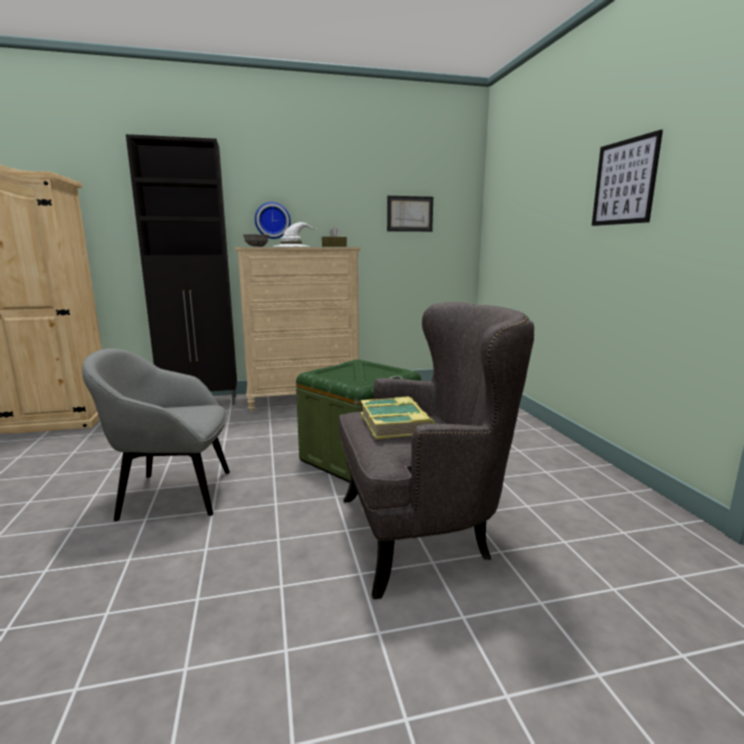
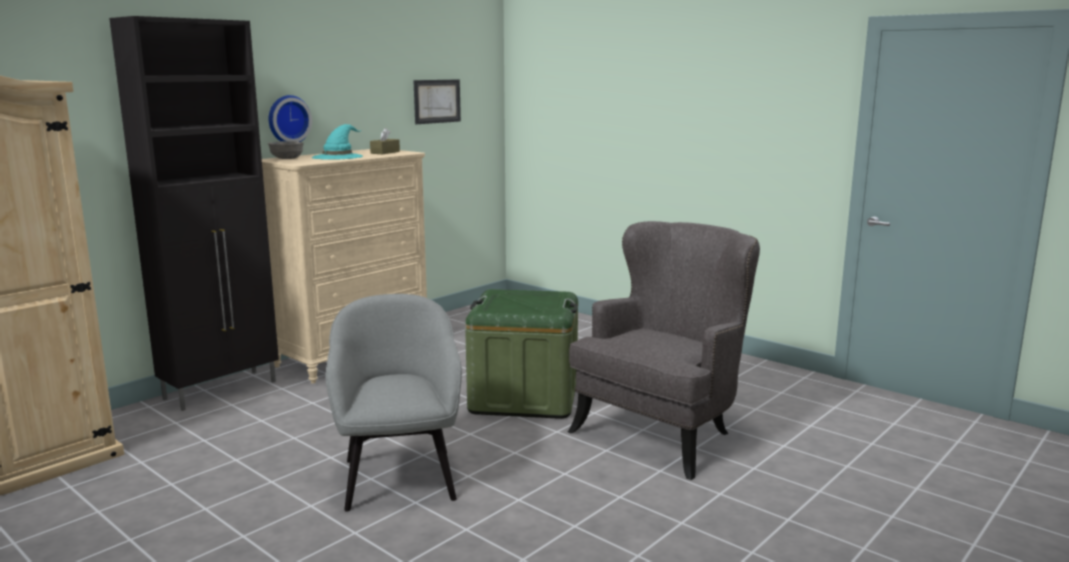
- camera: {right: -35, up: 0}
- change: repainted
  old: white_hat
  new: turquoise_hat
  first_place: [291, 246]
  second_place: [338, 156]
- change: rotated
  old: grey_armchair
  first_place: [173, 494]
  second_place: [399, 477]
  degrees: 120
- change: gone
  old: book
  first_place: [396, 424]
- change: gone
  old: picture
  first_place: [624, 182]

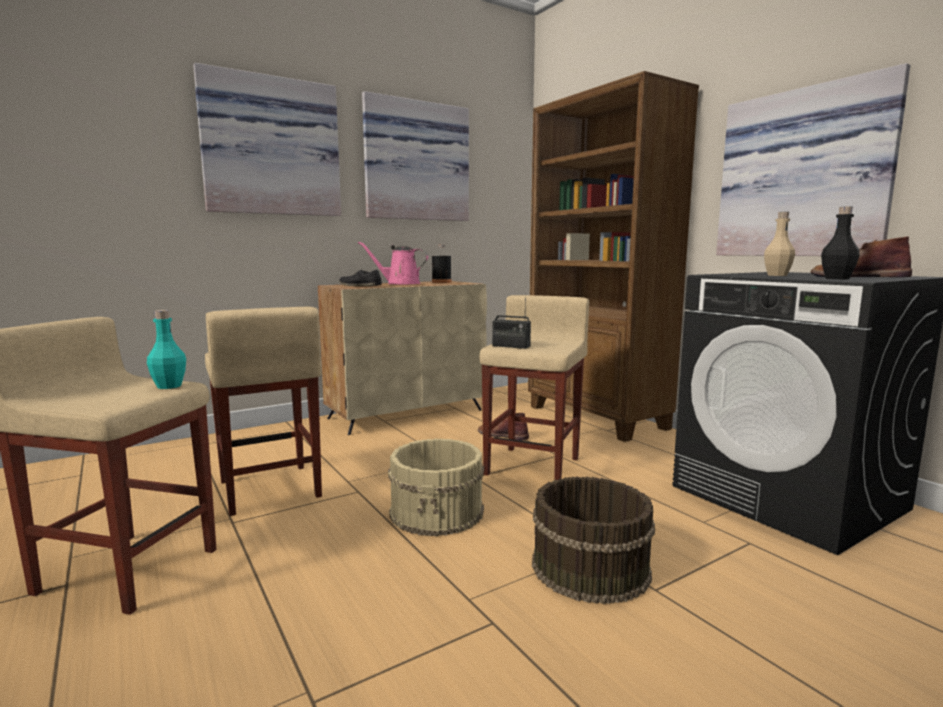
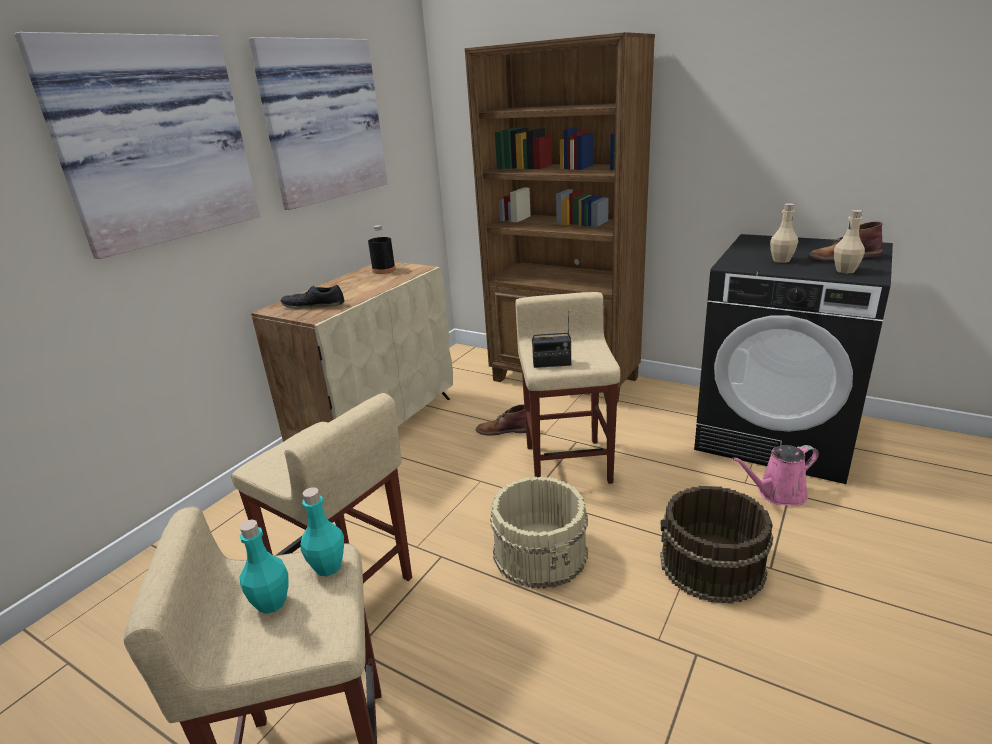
- camera: {right: -25, up: 15}
- change: new
  new: turquoise_bottle
  second_place: [271, 603]
- change: shifted
  old: pink_watering_can
  first_place: [400, 284]
  second_place: [777, 494]
- change: repainted
  old: black_bottle
  new: beige_bottle
  first_place: [837, 278]
  second_place: [845, 271]
- change: gone
  old: picture
  first_place: [804, 174]

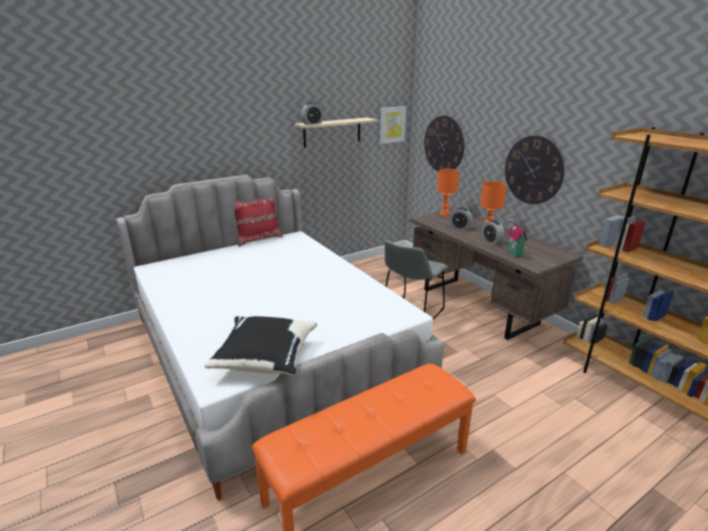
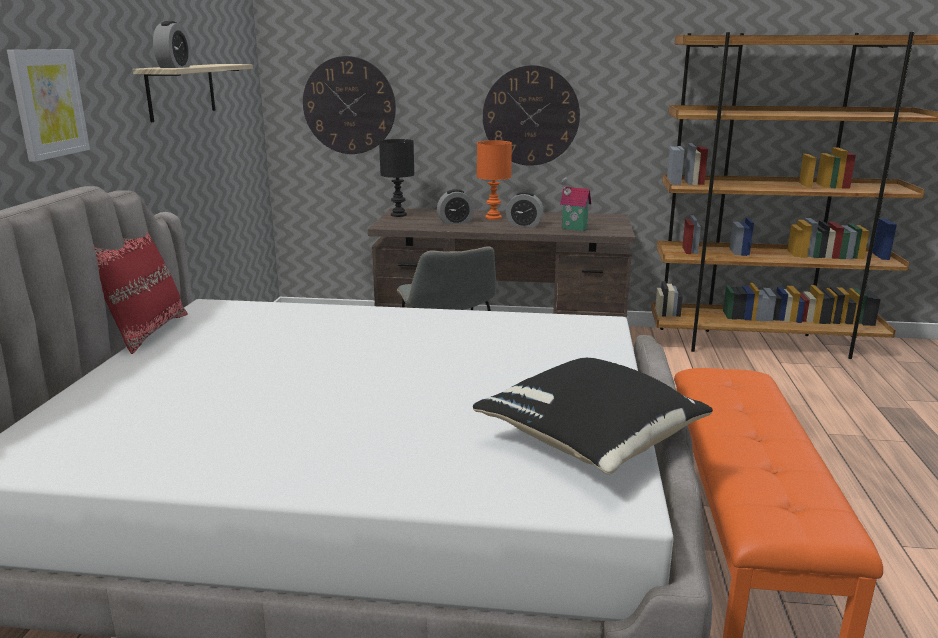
- camera: {right: -50, up: -5}
- change: shifted
  old: picture
  first_place: [392, 124]
  second_place: [48, 103]
- change: repainted
  old: orange_table_lamp
  new: black_table_lamp
  first_place: [444, 214]
  second_place: [399, 215]

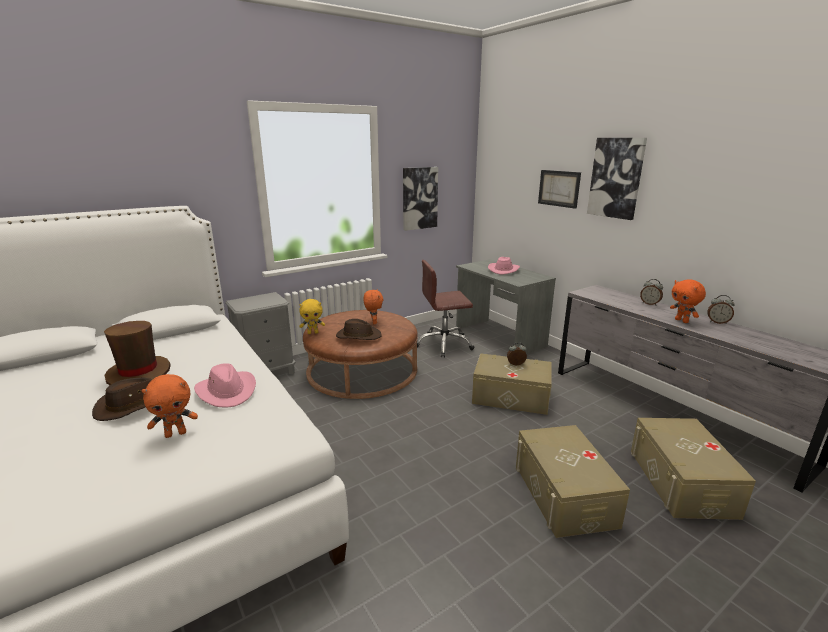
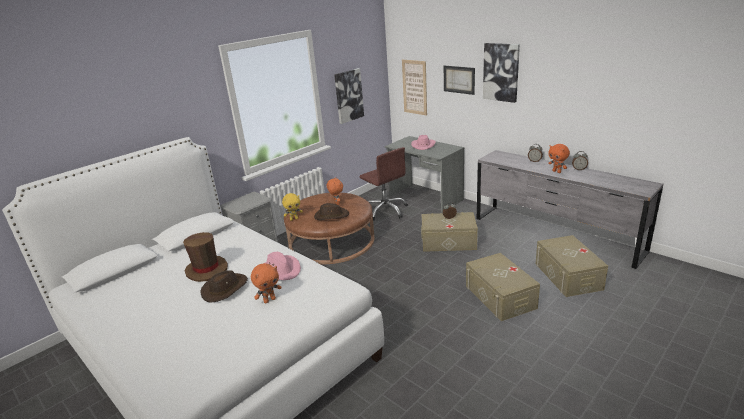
- camera: {right: -10, up: 5}
- change: rotated
  old: brown_office_chair
  first_place: [444, 344]
  second_place: [385, 210]
  degrees: -105
- change: new
  new: picture
  second_place: [414, 87]

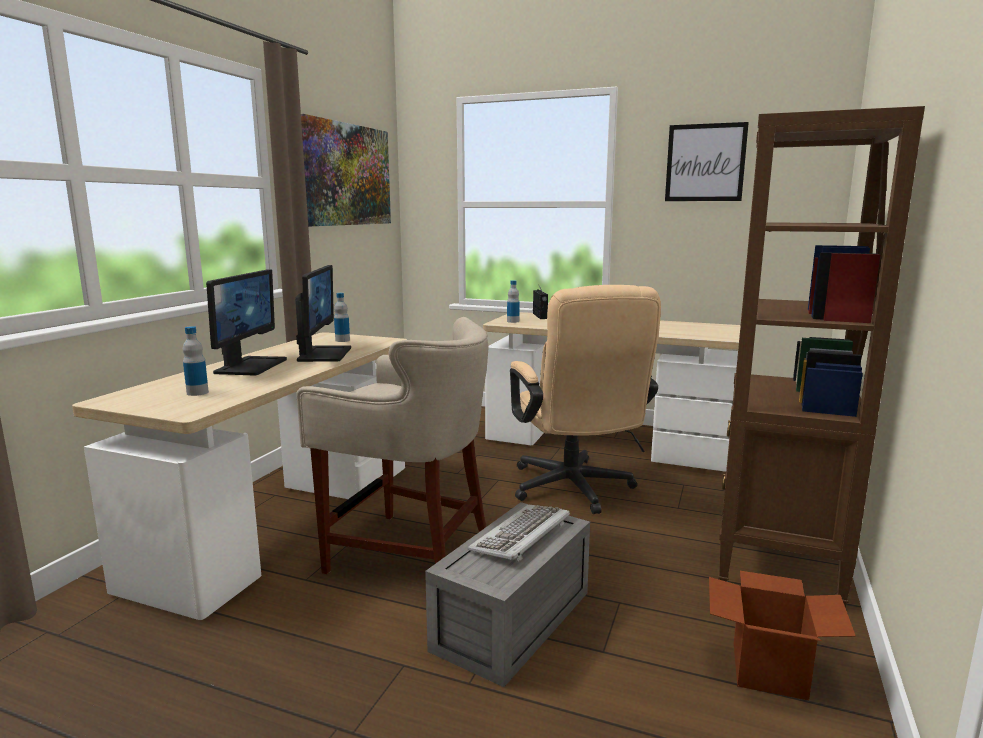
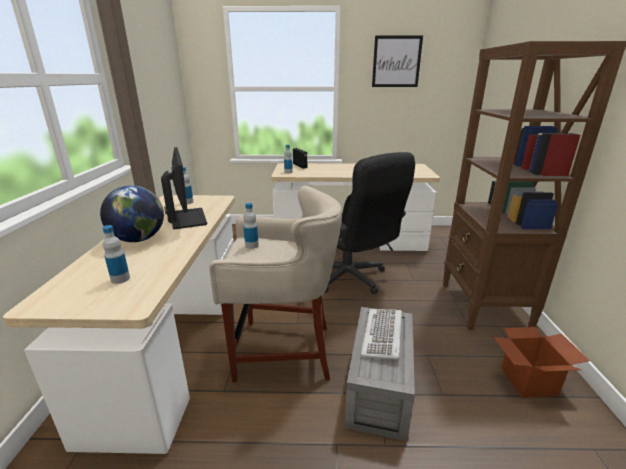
- camera: {right: -20, up: 10}
- change: swapped
  old: monitor
  new: globe
  first_place: [250, 366]
  second_place: [138, 239]
- change: new
  new: bottle
  second_place: [251, 245]
- change: repainted
  old: beige_office_chair
  new: black_office_chair
  first_place: [575, 491]
  second_place: [352, 279]
- change: gone
  old: picture
  first_place: [347, 175]

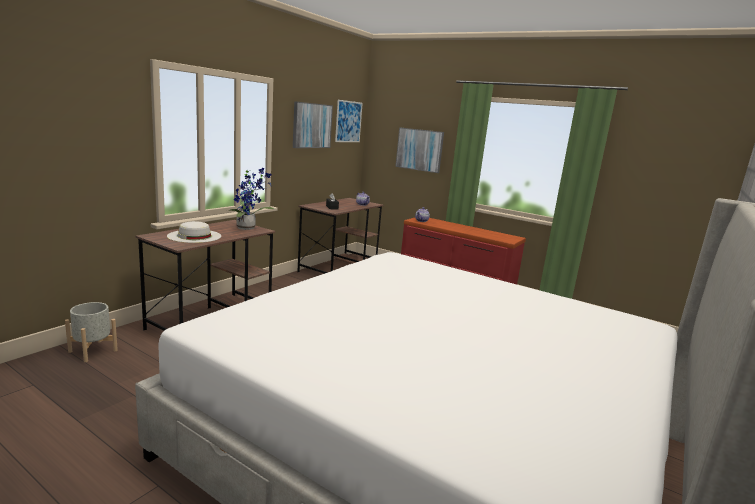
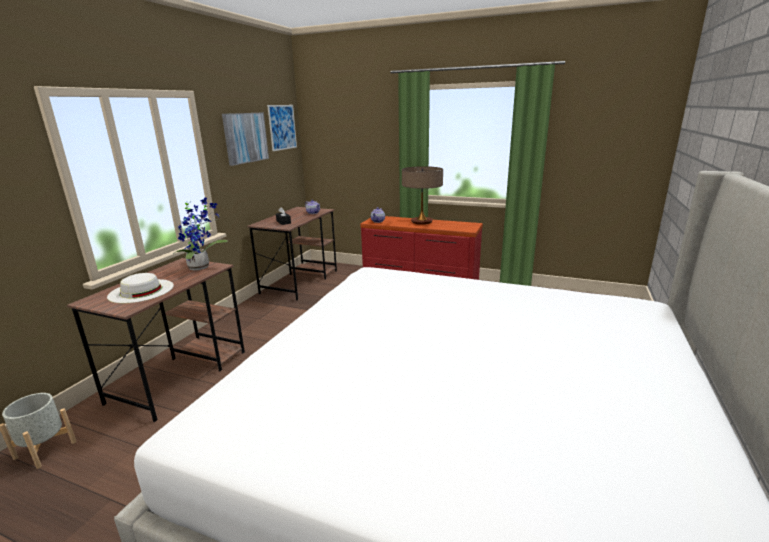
- camera: {right: -10, up: 5}
- change: new
  new: table_lamp
  second_place: [421, 222]
- change: gone
  old: picture
  first_place: [419, 150]

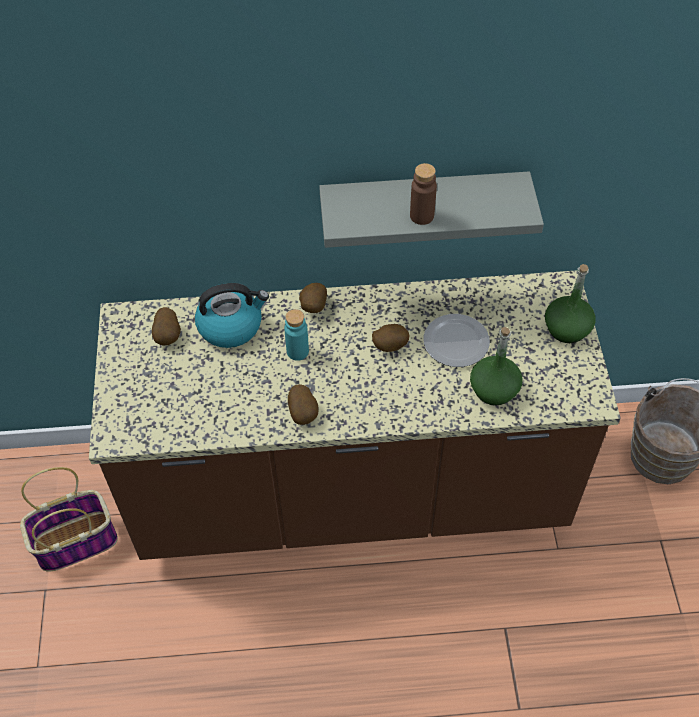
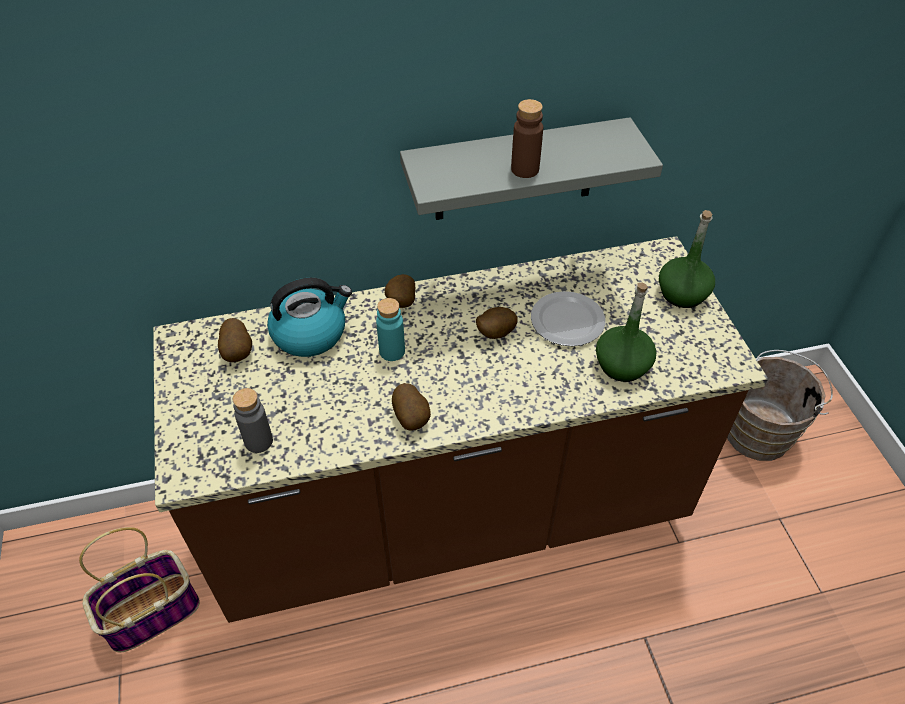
- camera: {right: -10, up: -5}
- change: new
  new: grey_bottle
  second_place: [258, 441]

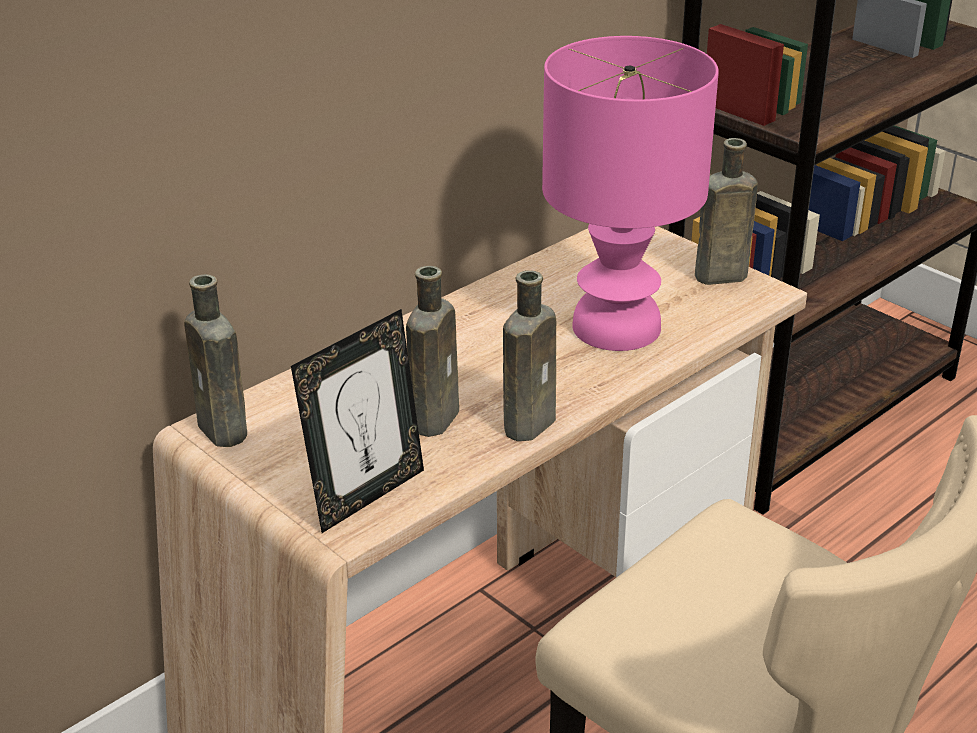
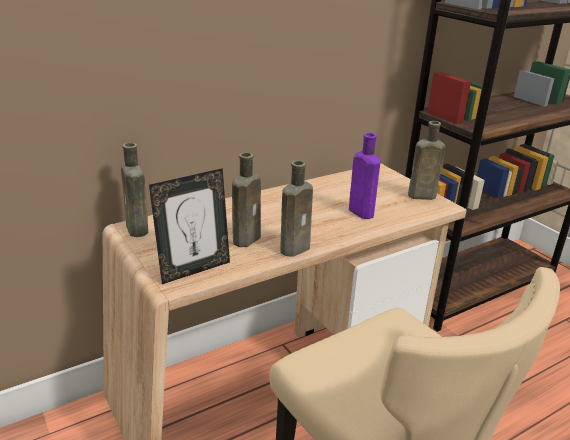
- camera: {right: 10, up: -5}
- change: swapped
  old: pink_table_lamp
  new: purple_bottle
  first_place: [619, 327]
  second_place: [359, 211]

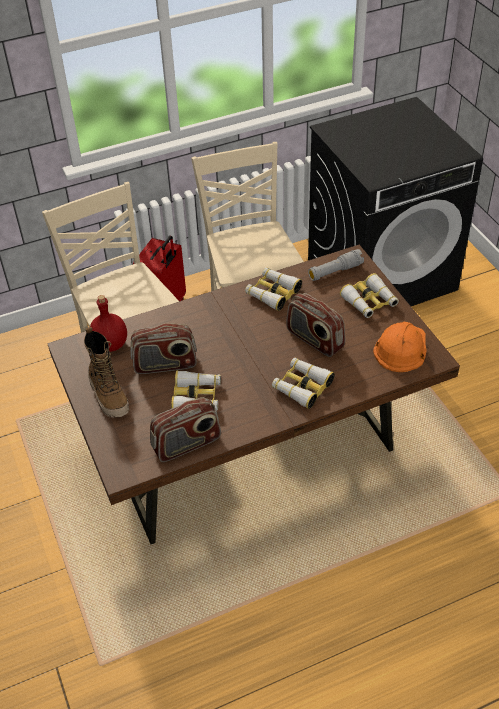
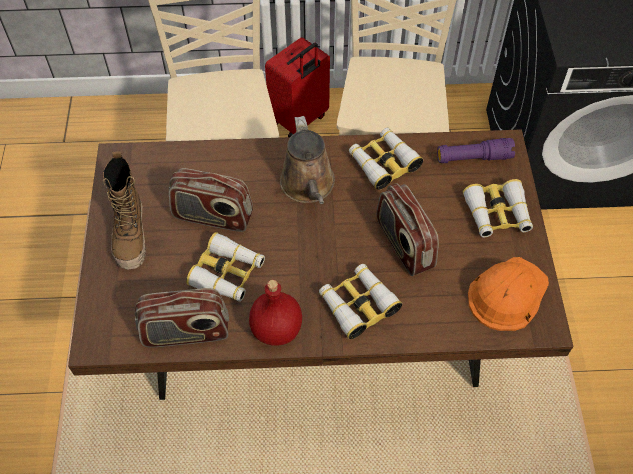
- camera: {right: 20, up: 10}
- change: shifted
  old: red_bottle
  first_place: [110, 344]
  second_place: [277, 329]
- change: new
  new: brown_watering_can
  second_place: [308, 186]
- change: repainted
  old: grey_flashlight
  new: purple_flashlight
  first_place: [335, 271]
  second_place: [473, 158]

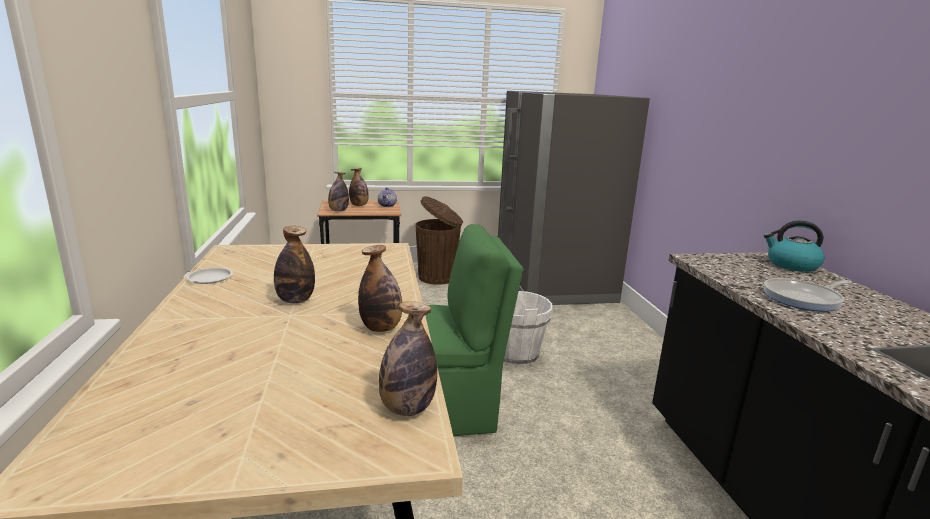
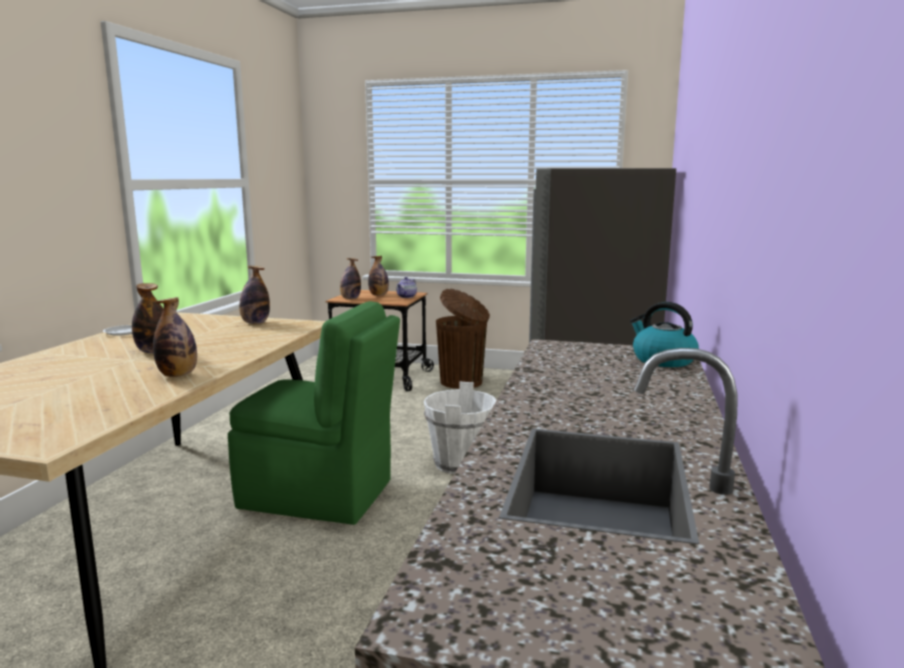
- camera: {right: 25, up: -5}
- change: shifted
  old: bottle
  first_place: [407, 408]
  second_place: [255, 323]
- change: gone
  old: frying_pan
  first_place: [804, 299]

